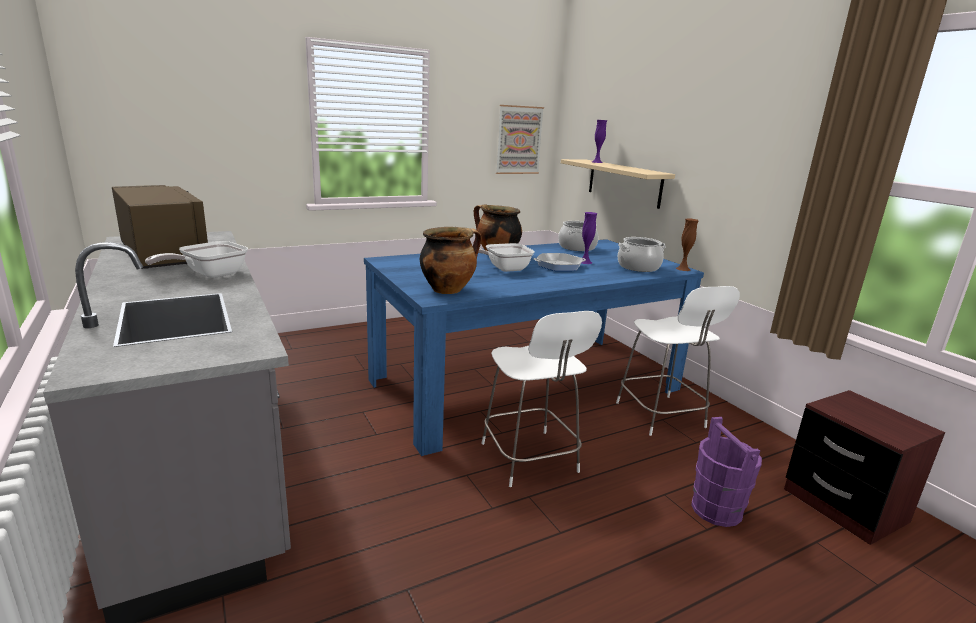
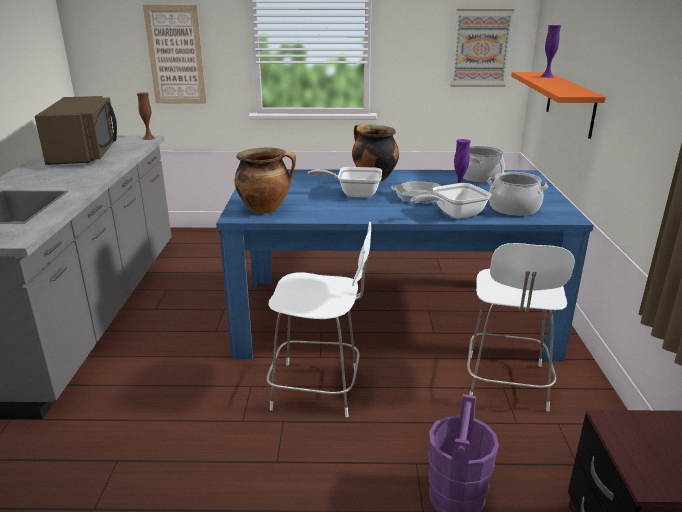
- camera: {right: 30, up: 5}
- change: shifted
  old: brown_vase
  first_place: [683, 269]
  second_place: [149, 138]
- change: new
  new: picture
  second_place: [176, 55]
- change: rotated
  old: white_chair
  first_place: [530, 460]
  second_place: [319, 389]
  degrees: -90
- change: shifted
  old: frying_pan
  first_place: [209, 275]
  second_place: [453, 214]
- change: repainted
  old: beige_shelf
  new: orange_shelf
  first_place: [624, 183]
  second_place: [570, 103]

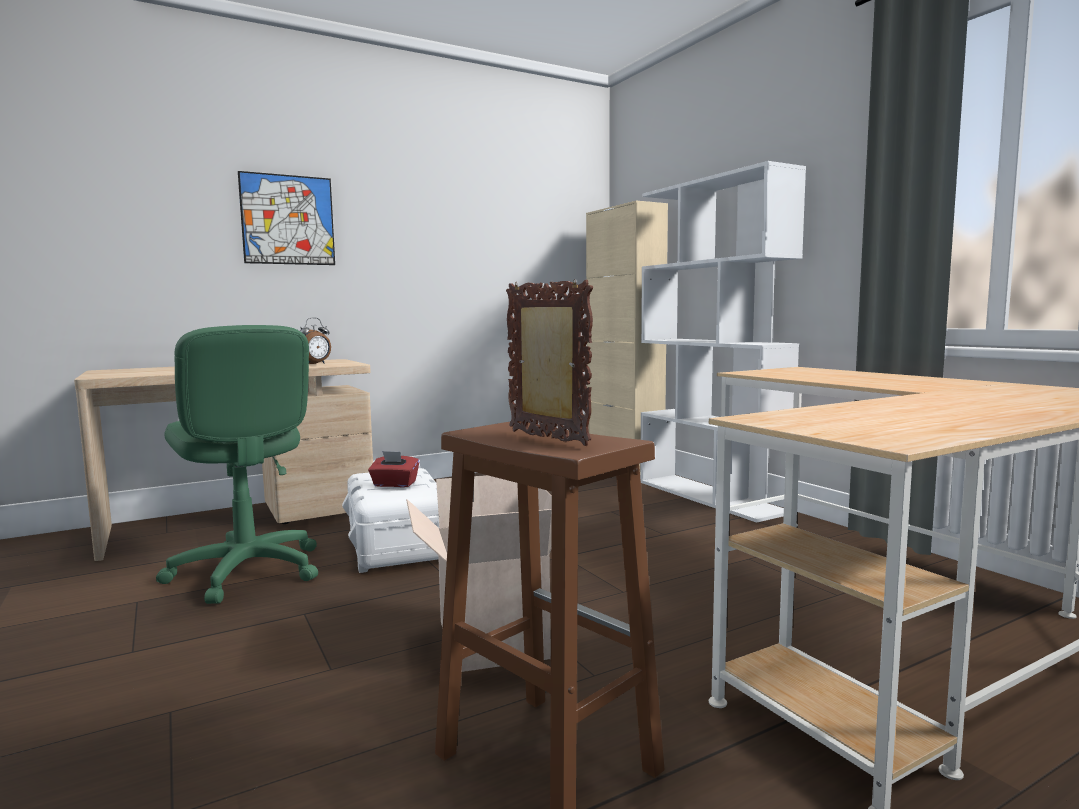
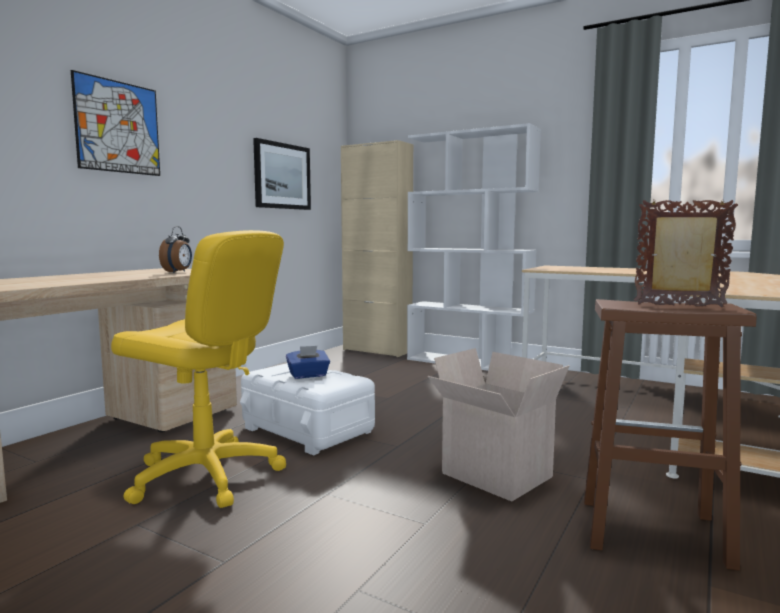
- camera: {right: -30, up: 0}
- change: repainted
  old: green_office_chair
  new: yellow_office_chair
  first_place: [246, 572]
  second_place: [205, 476]
- change: new
  new: picture
  second_place: [282, 176]
- change: repainted
  old: red_tissue_box
  new: blue_tissue_box
  first_place: [394, 484]
  second_place: [308, 375]

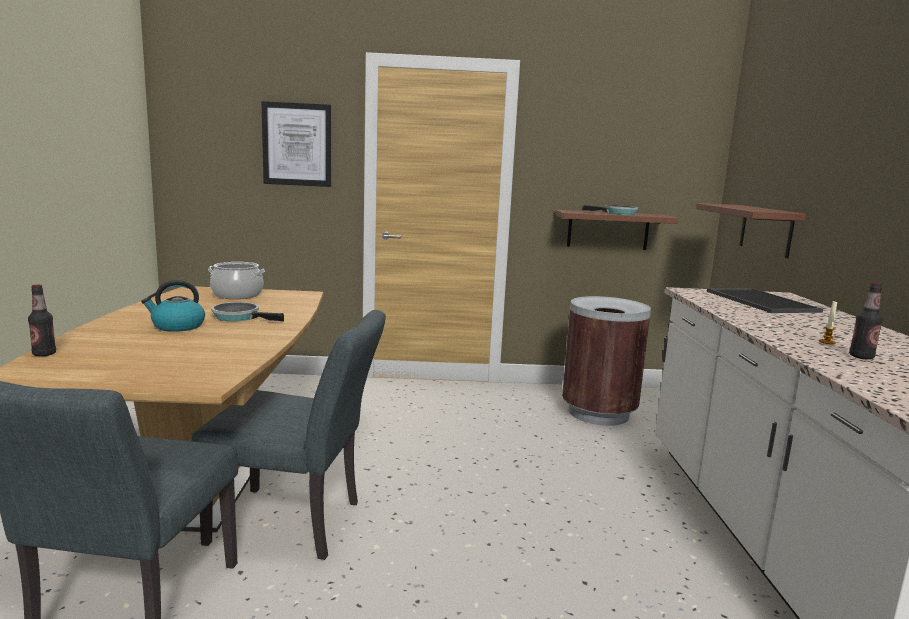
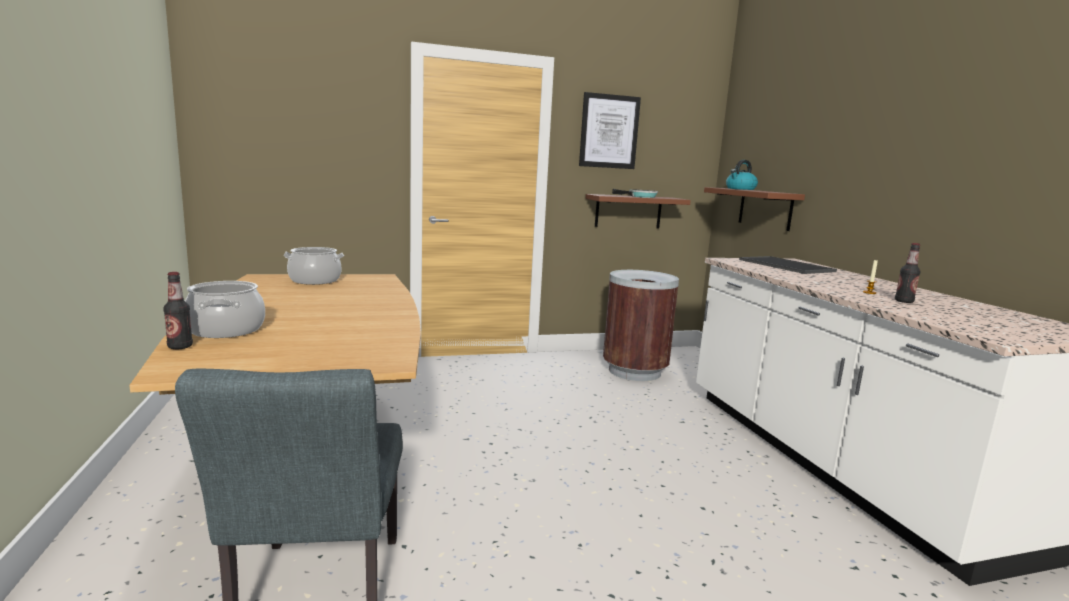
- camera: {right: -15, up: 0}
- change: new
  new: cooking_pot
  second_place: [227, 330]
- change: shifted
  old: picture
  first_place: [297, 144]
  second_place: [609, 131]
- change: shifted
  old: kettle
  first_place: [177, 326]
  second_place: [740, 189]
- change: gone
  old: grey_chair
  first_place: [297, 524]
- change: gone
  old: frying_pan
  first_place: [239, 317]

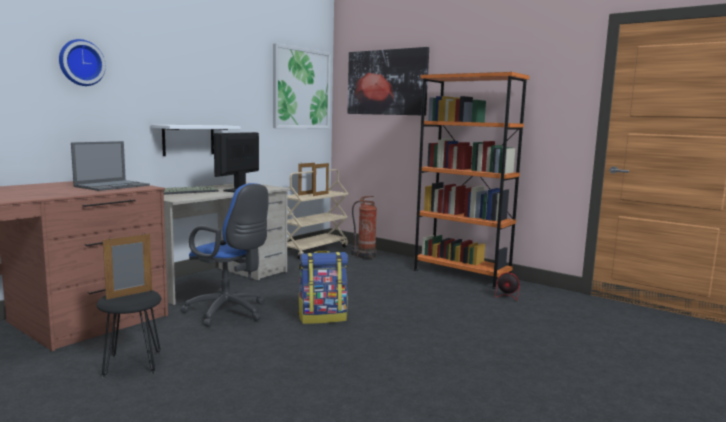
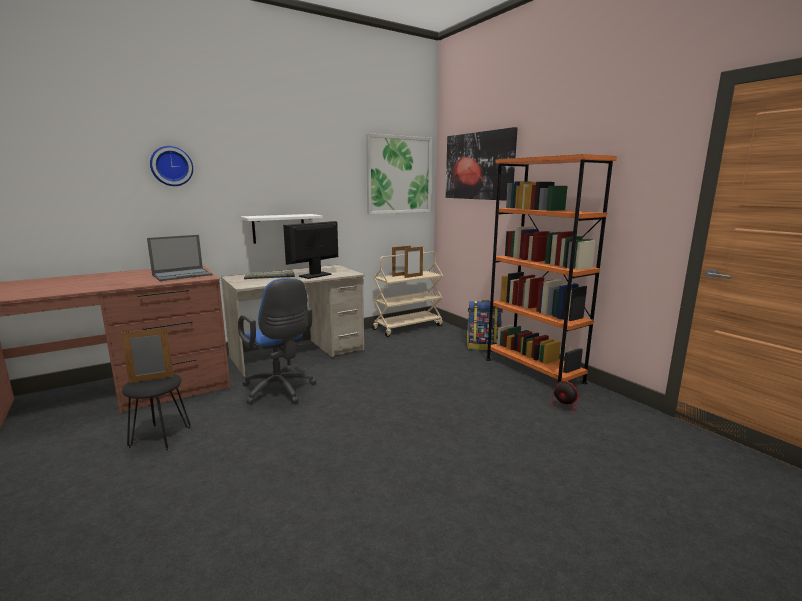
- camera: {right: 20, up: 5}
- change: shifted
  old: backpack
  first_place: [322, 317]
  second_place: [483, 346]
- change: gone
  old: fire_extinguisher
  first_place: [365, 256]

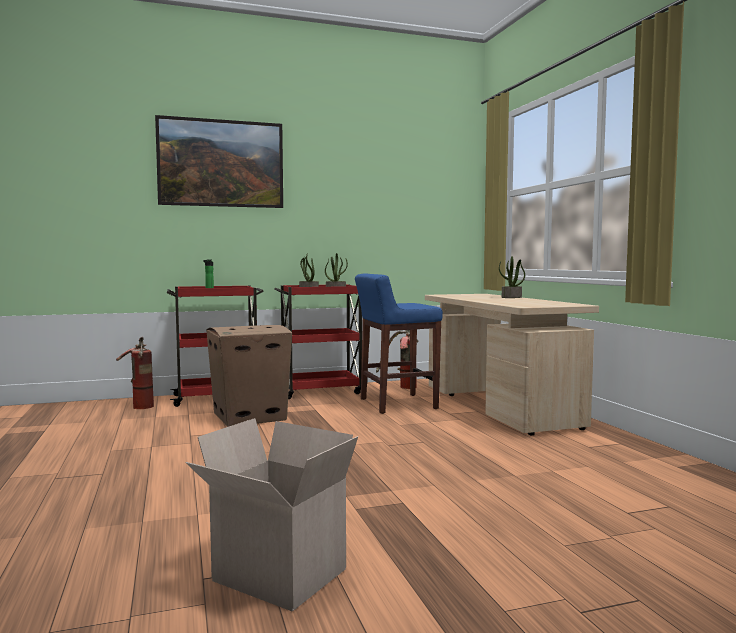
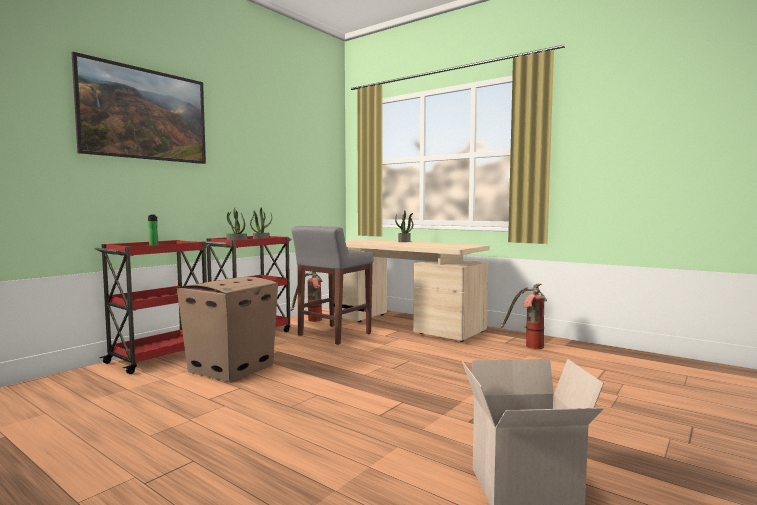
- camera: {right: -35, up: 0}
- change: repainted
  old: blue_stool
  new: grey_stool
  first_place: [396, 404]
  second_place: [333, 335]
- change: shifted
  old: fire_extinguisher
  first_place: [139, 405]
  second_place: [527, 346]

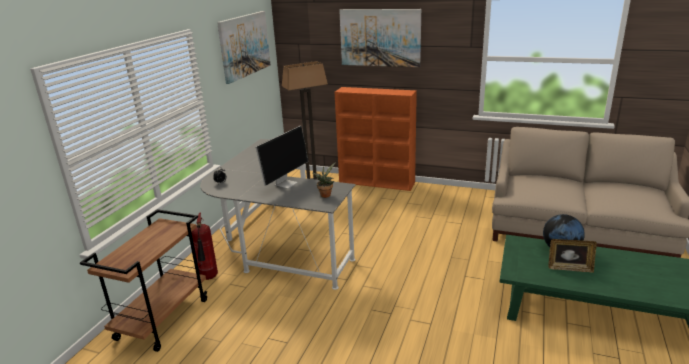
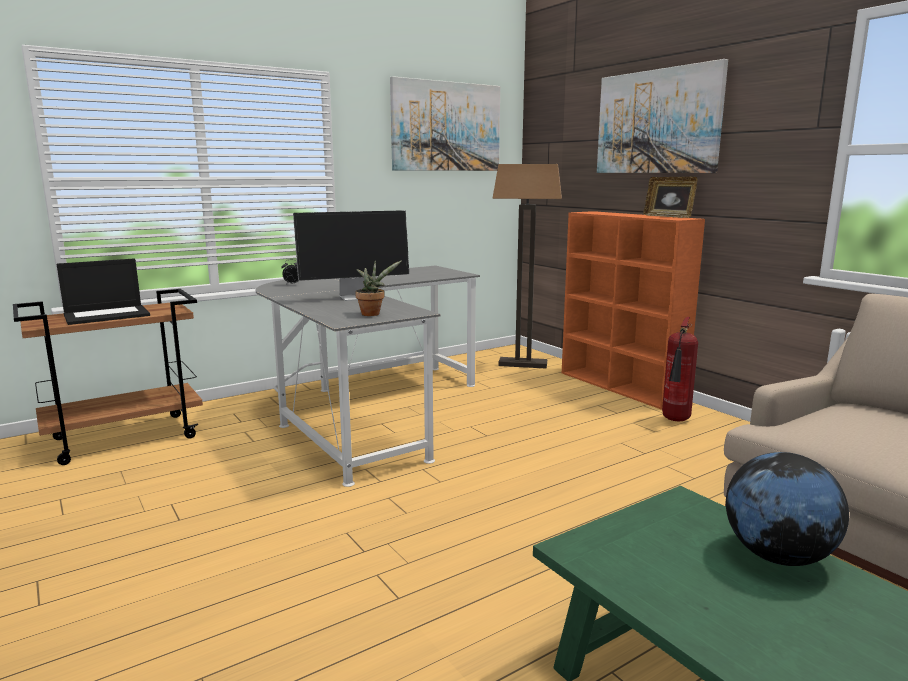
- camera: {right: 35, up: -10}
- change: new
  new: laptop
  second_place: [107, 315]
- change: shifted
  old: picture_frame
  first_place: [569, 268]
  second_place: [668, 216]
- change: shifted
  old: fire_extinguisher
  first_place: [209, 278]
  second_place: [675, 420]

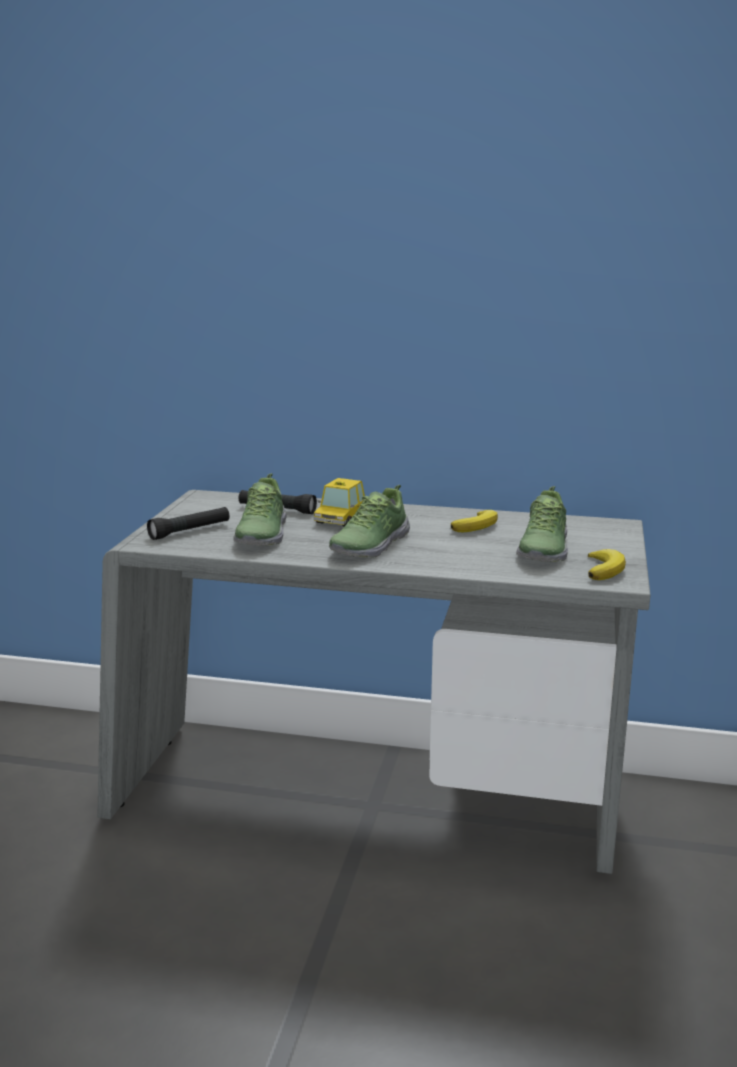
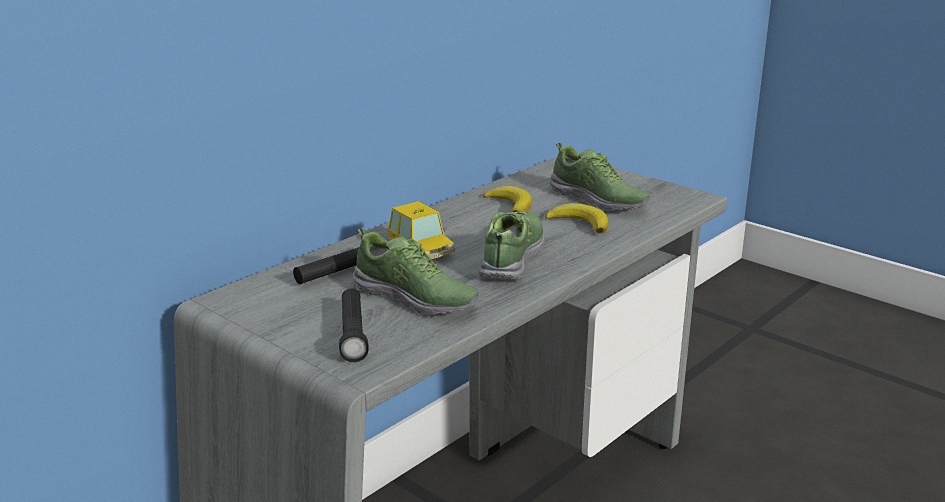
- camera: {right: -60, up: 5}
- change: rotated
  old: shoe
  first_place: [369, 545]
  second_place: [513, 258]
  degrees: -135
- change: shifted
  old: banana
  first_place: [604, 569]
  second_place: [580, 223]

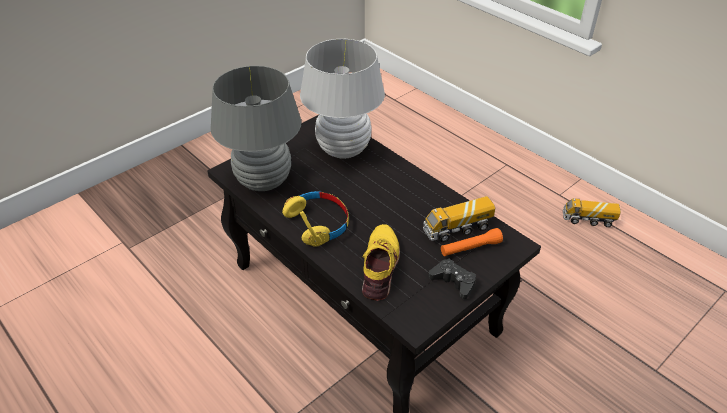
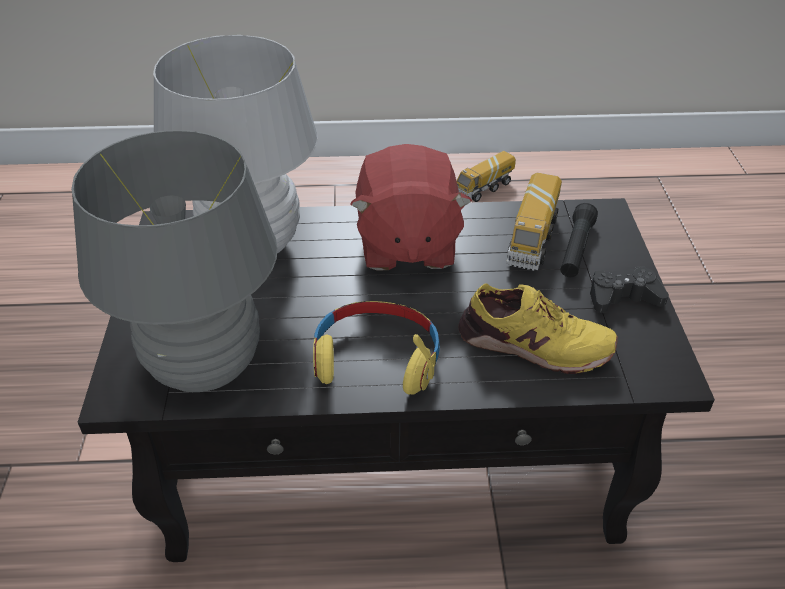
- camera: {right: -50, up: 0}
- change: new
  new: red_plush_toy
  second_place: [406, 244]
- change: rotated
  old: yellow_shoe
  first_place: [381, 267]
  second_place: [533, 345]
  degrees: 150
- change: repainted
  old: orange_flashlight
  new: black_flashlight
  first_place: [470, 248]
  second_place: [576, 249]

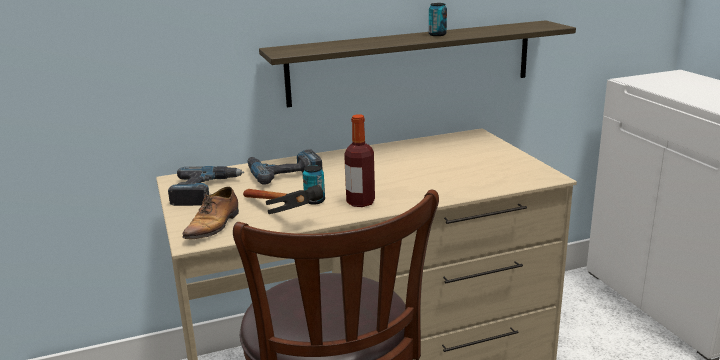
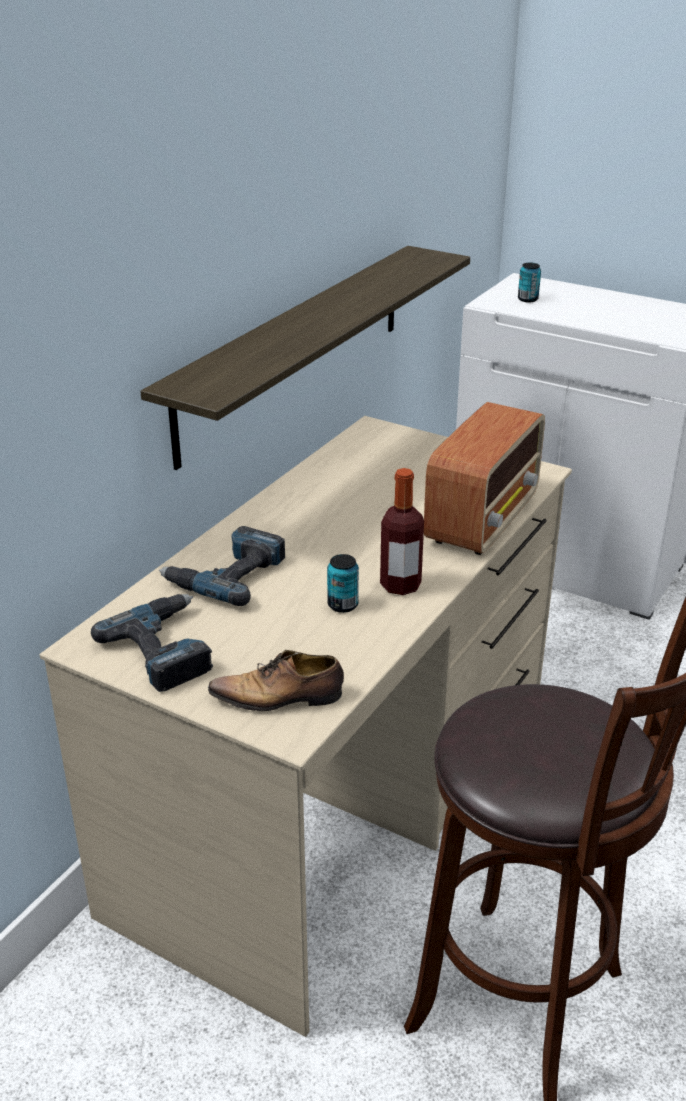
- camera: {right: -40, up: 10}
- change: rotated
  old: shoe
  first_place: [214, 226]
  second_place: [279, 698]
  degrees: 105
- change: new
  new: radio
  second_place: [483, 519]
- change: shifted
  old: can
  first_place: [437, 35]
  second_place: [527, 299]
- change: gone
  old: hammer
  first_place: [282, 218]

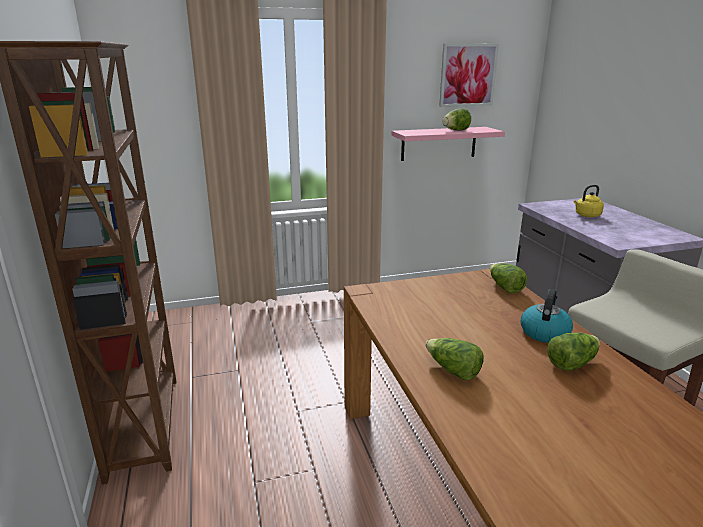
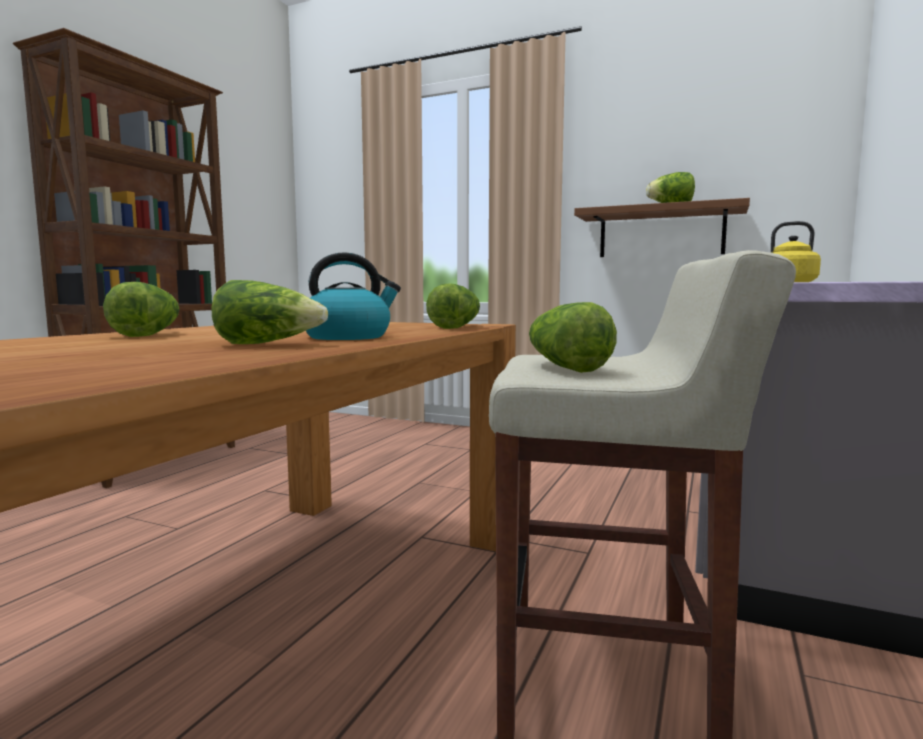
- camera: {right: 40, up: -15}
- change: new
  new: lettuce
  second_place: [565, 368]
- change: repainted
  old: pink_shelf
  new: brown_shelf
  first_place: [439, 143]
  second_place: [661, 233]
- change: gone
  old: picture
  first_place: [468, 75]

